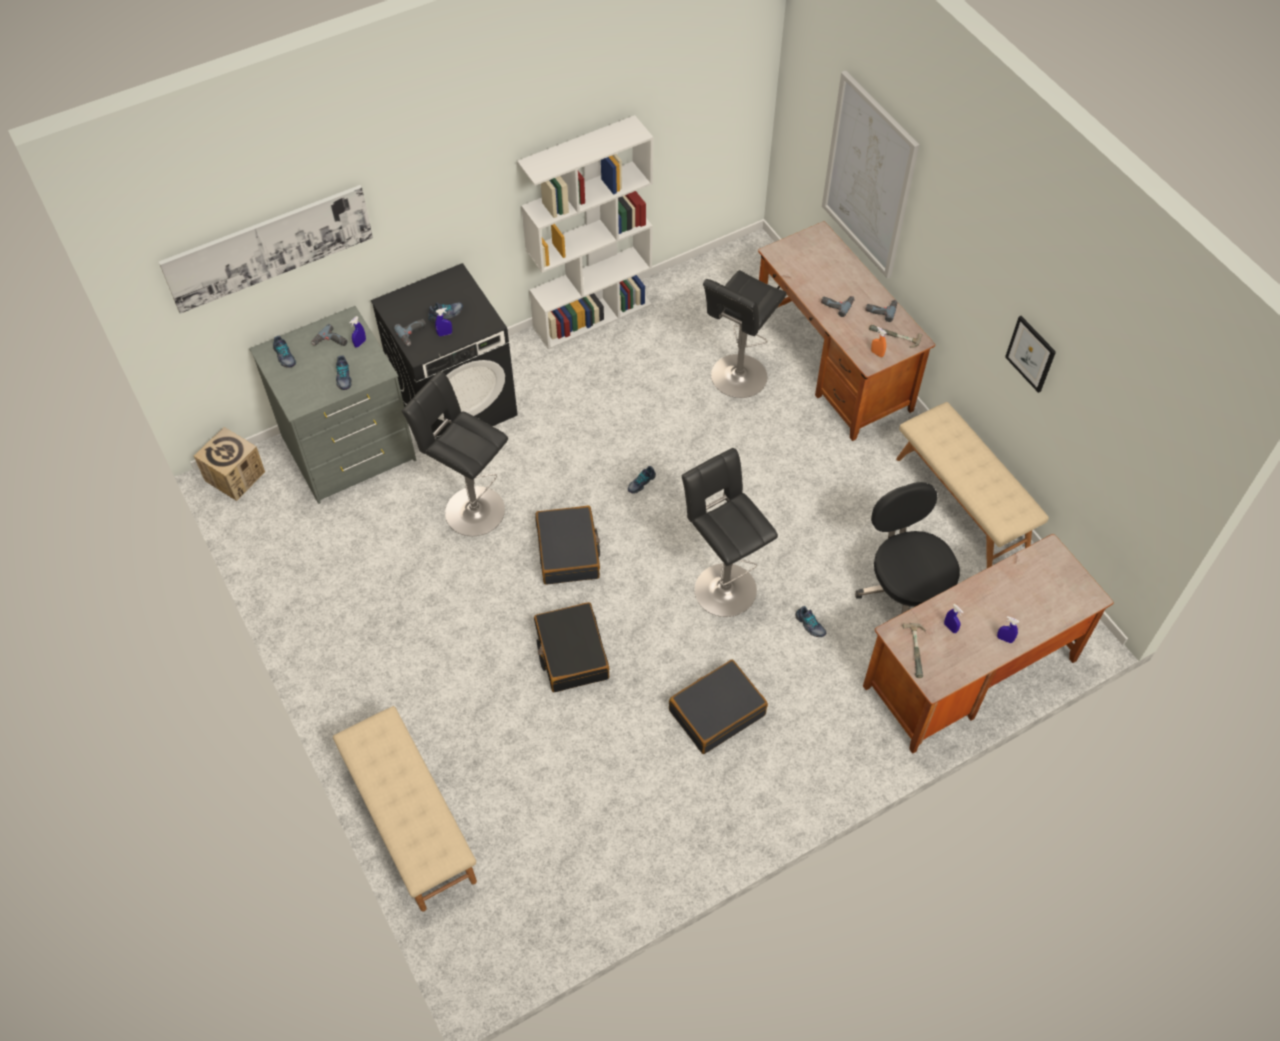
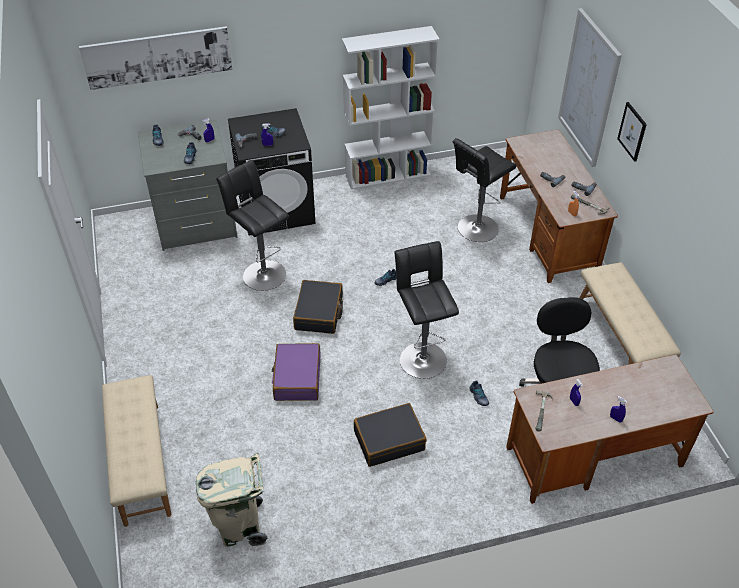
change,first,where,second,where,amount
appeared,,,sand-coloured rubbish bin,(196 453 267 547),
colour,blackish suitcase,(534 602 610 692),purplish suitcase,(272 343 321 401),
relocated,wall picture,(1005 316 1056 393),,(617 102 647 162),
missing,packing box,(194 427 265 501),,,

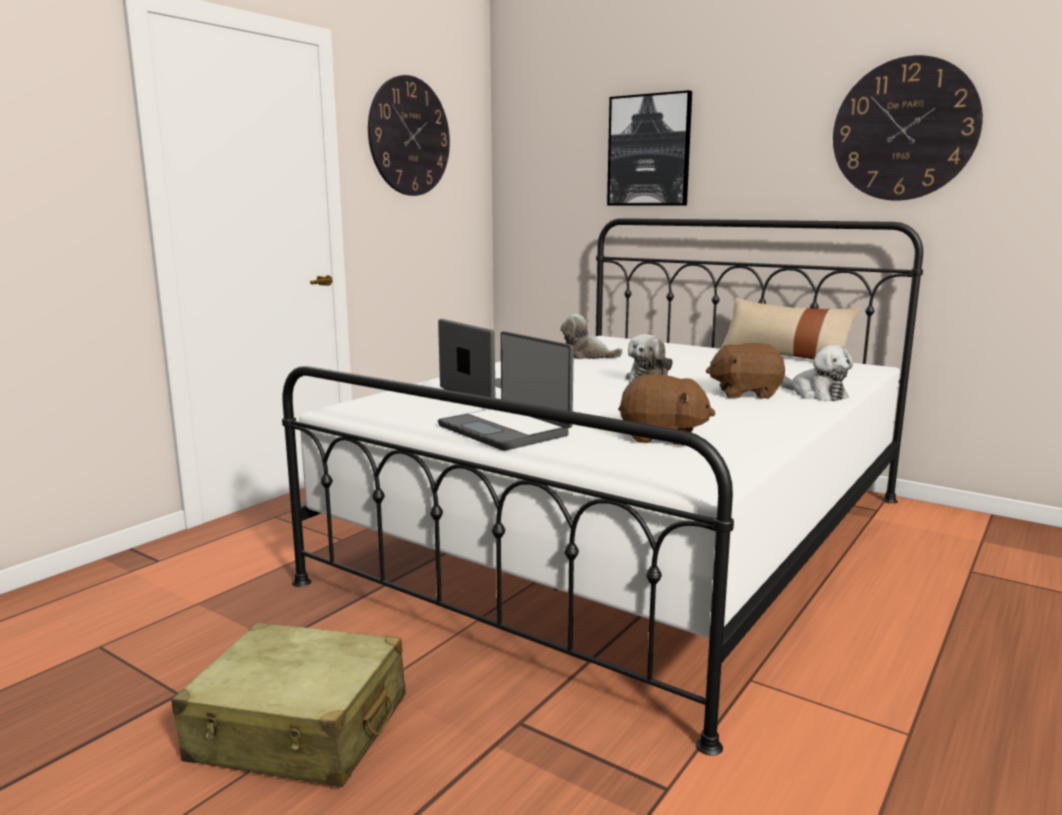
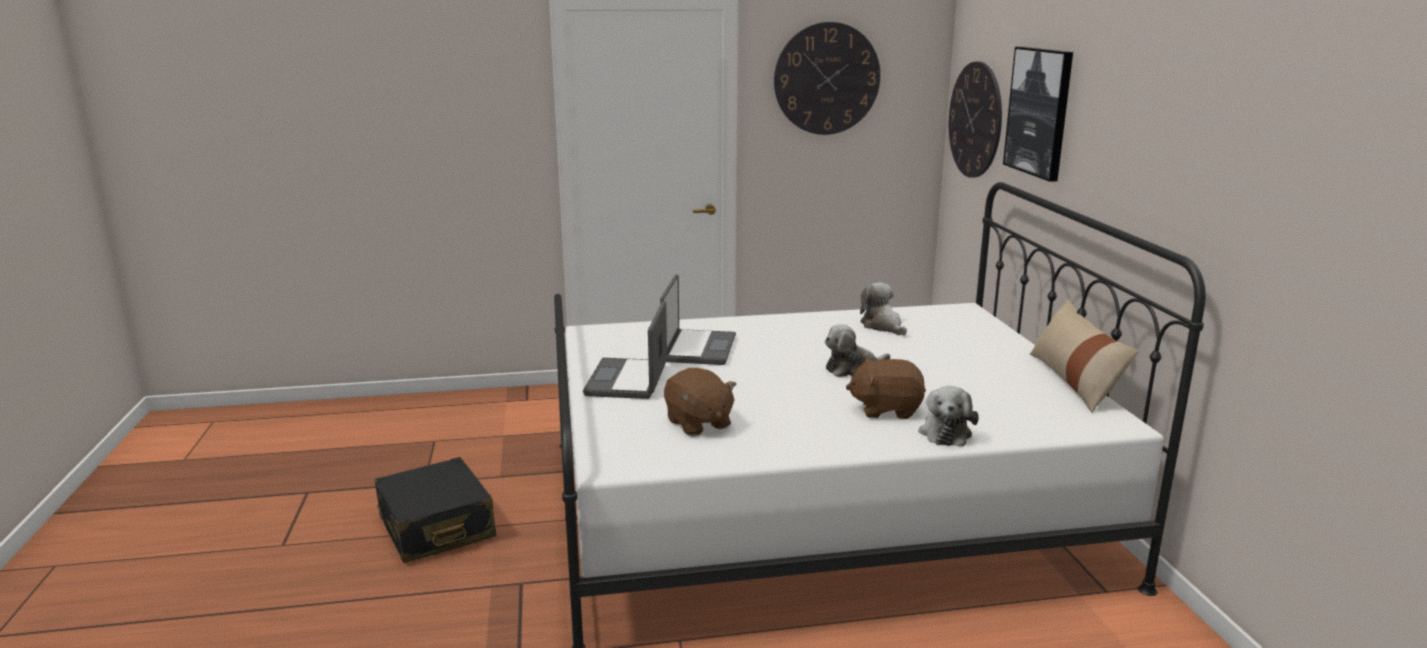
change,first,where,second,where,amount
colour,sand-coloured suitcase,(171 622 406 787),blackish suitcase,(374 457 496 563),
spun,brown plush toy,(706 343 785 399),,(846 357 926 419),45 degrees counterclockwise
relocated,wall clock,(833 55 983 201),,(949 62 1002 178),

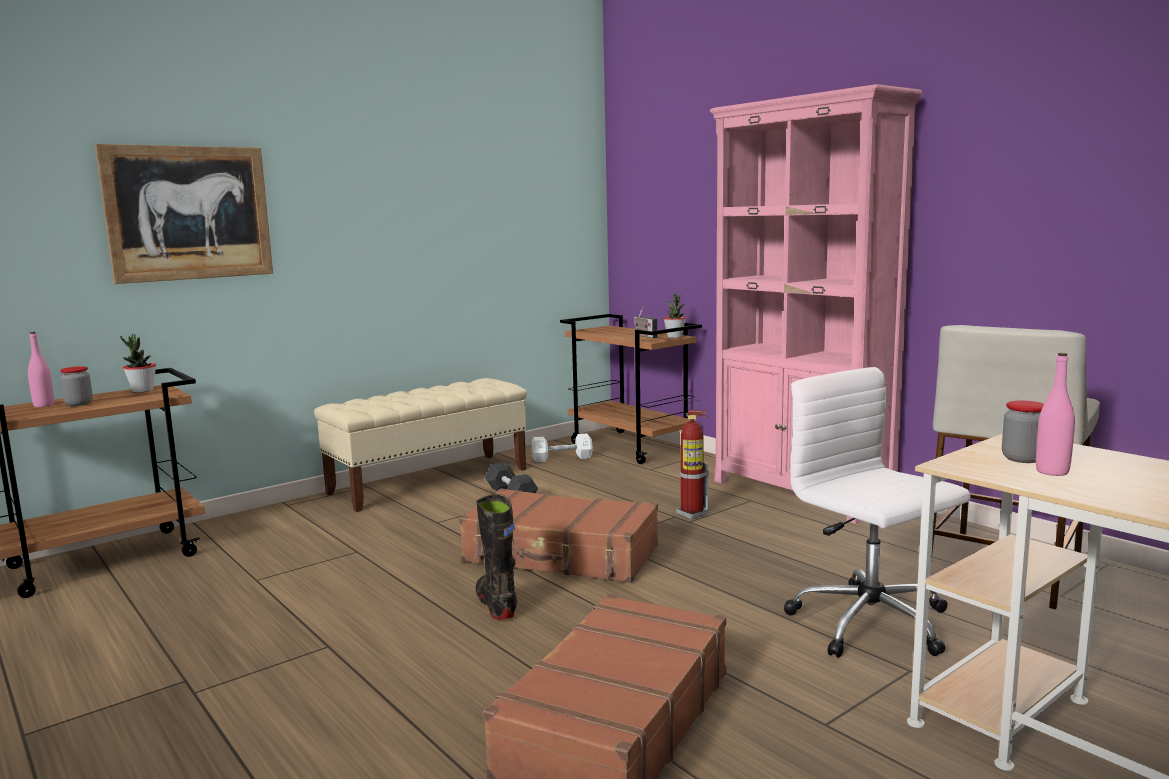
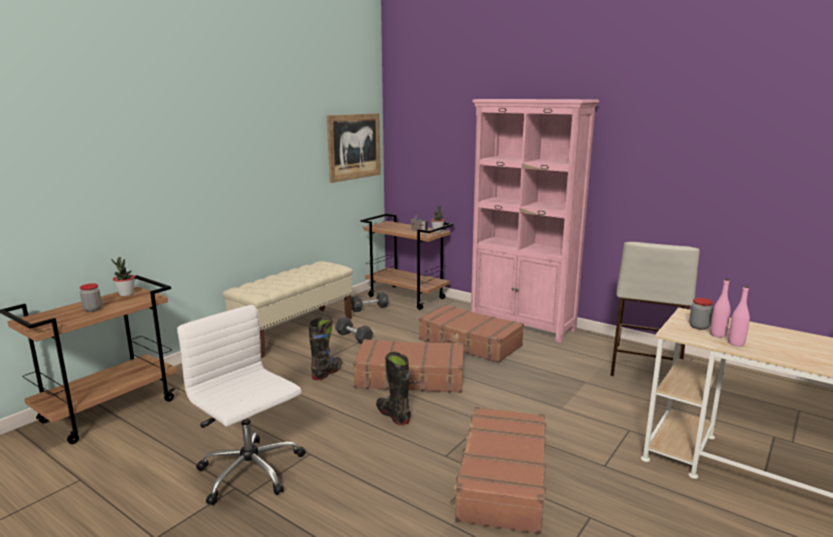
change,first,where,second,where,amount
relocated,white-coloured computer chair,(784 367 971 658),,(177 305 305 505),
appeared,,,blackish boot,(309 318 342 380),
relocated,wall picture,(95 144 273 284),,(327 113 381 183),
colour,white-coloured hand weight,(531 434 593 462),blackish hand weight,(351 292 389 312),
exchanged,fire extinguisher,(676 410 708 520),brown suitcase,(419 304 524 363),
relocated,pink-coloured beverage bottle,(28 332 54 407),,(728 286 750 347),

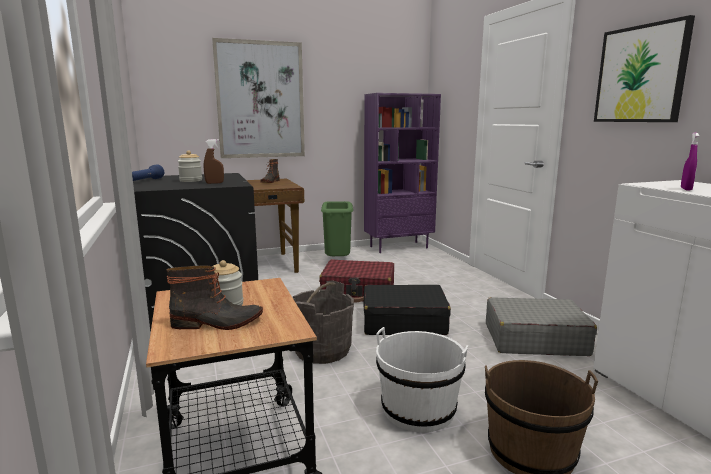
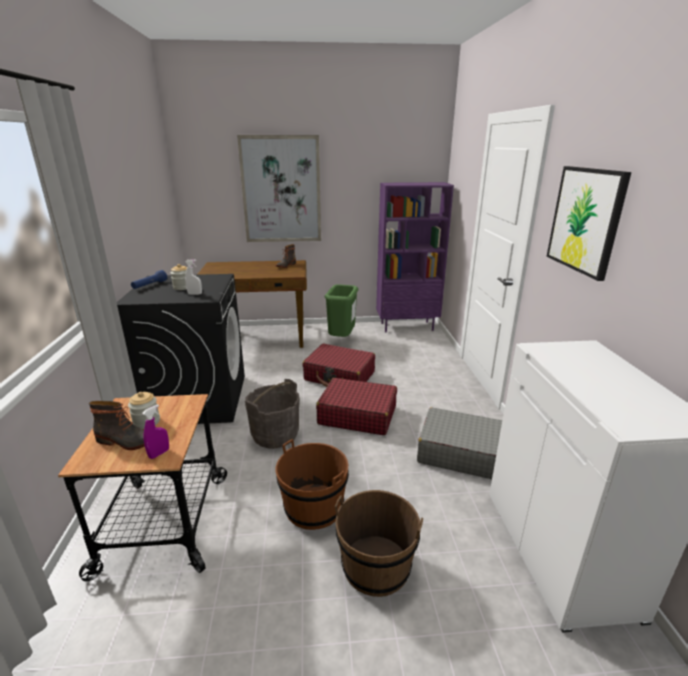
change,first,where,second,where,amount
relocated,purplish sprayer,(681 132 699 191),,(142 405 169 459),
colour,brown sprayer,(204 139 224 184),white-coloured sprayer,(185 260 202 295),
colour,white-coloured water bucket,(376 327 468 432),brown water bucket,(276 439 349 530),
colour,blackish suitcase,(364 285 451 335),red suitcase,(316 378 397 435),

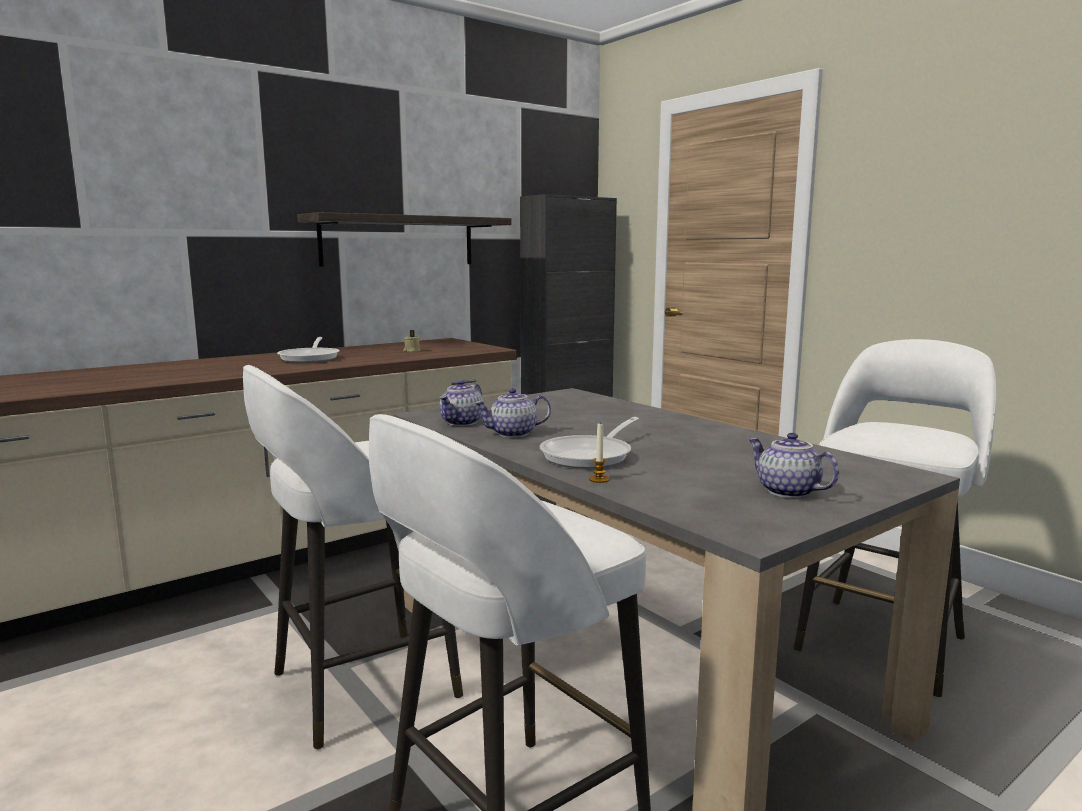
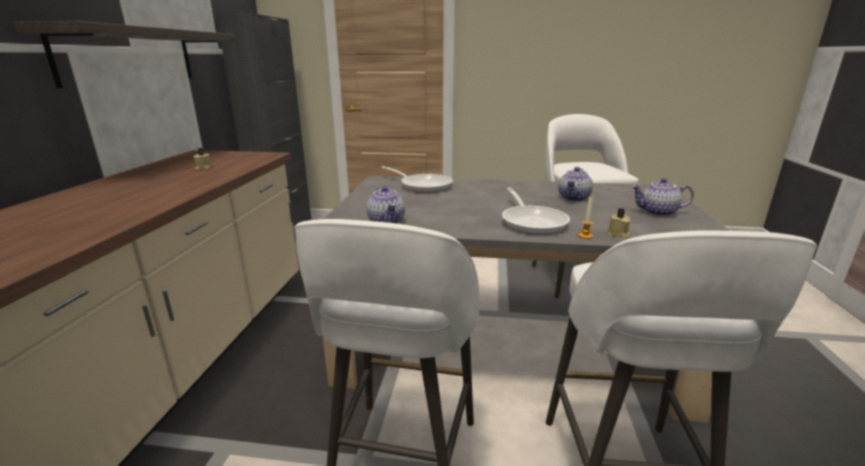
change,first,where,second,where,amount
relocated,pan,(277 337 340 363),,(381 166 453 192),
relocated,pot for tea,(475 388 551 438),,(558 167 593 201),
appeared,,,sand-coloured candle,(607 208 630 238),

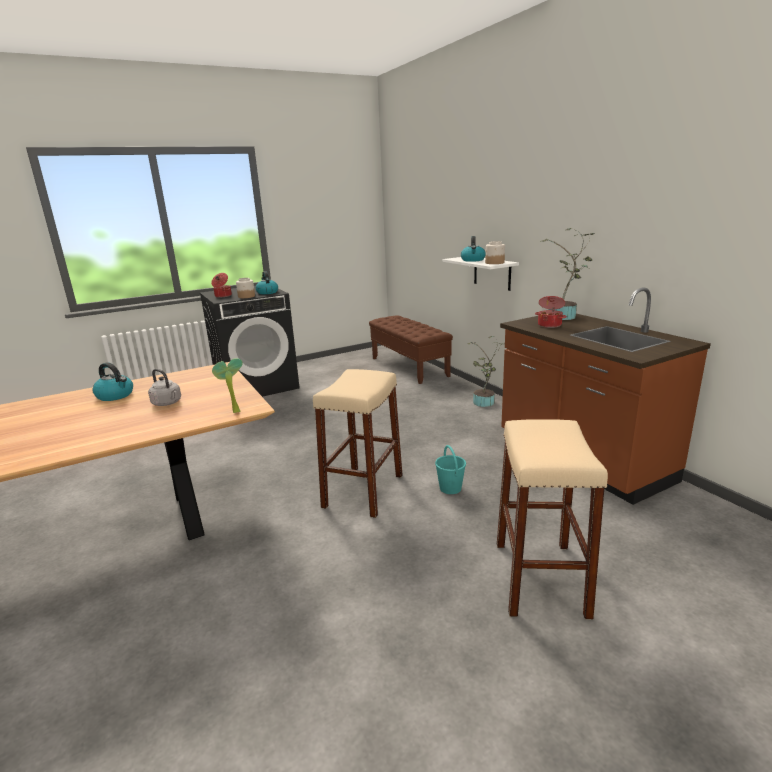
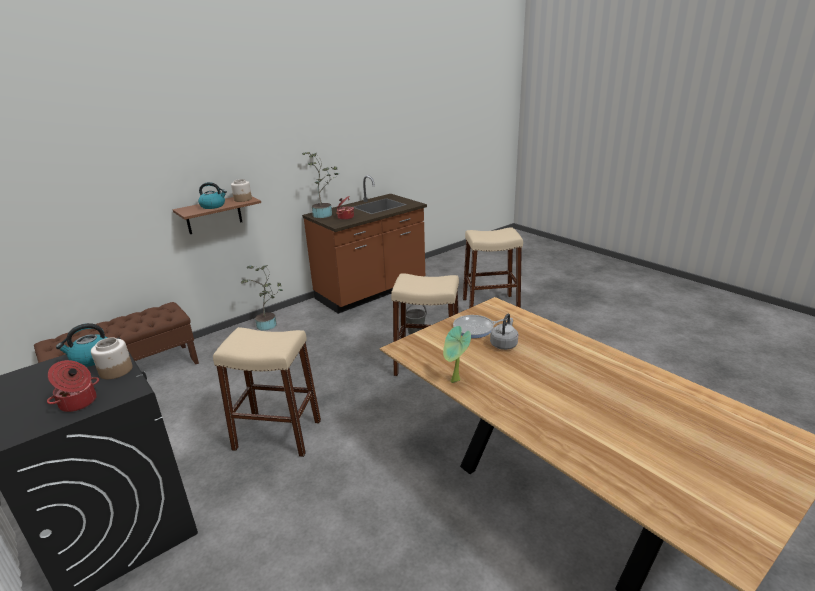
change,first,where,second,where,amount
colour,white-coloured wall shelf,(443 257 519 291),brown wall shelf,(173 197 261 234),
appeared,,,sand-coloured stool seat,(213 327 321 457),
colour,turquoise-coloured water bucket,(435 445 466 494),grey water bucket,(406 304 427 334),
relocated,potted plant,(212 359 243 413),,(443 326 471 383),
appeared,,,pan,(453 315 513 338),
missing,water kettle,(92 362 133 401),,,

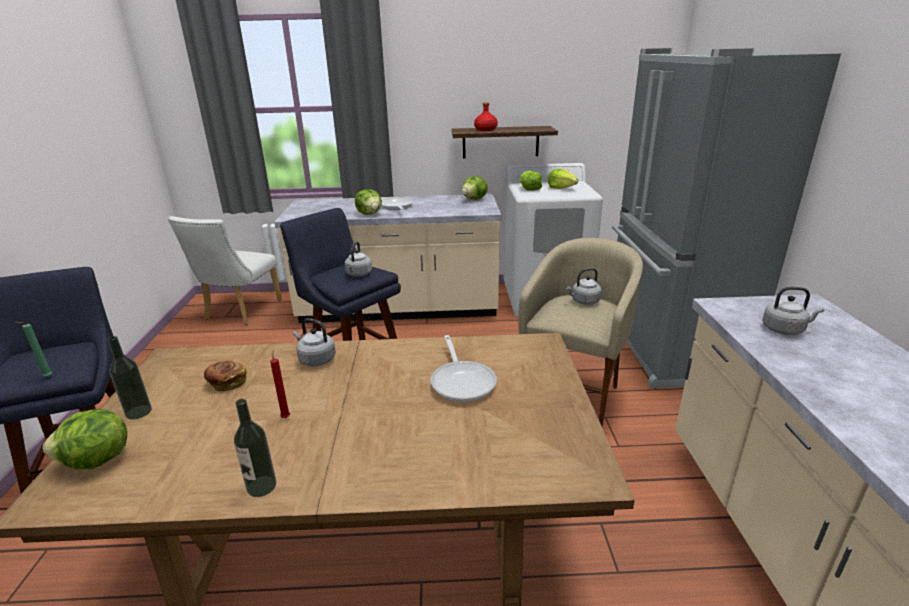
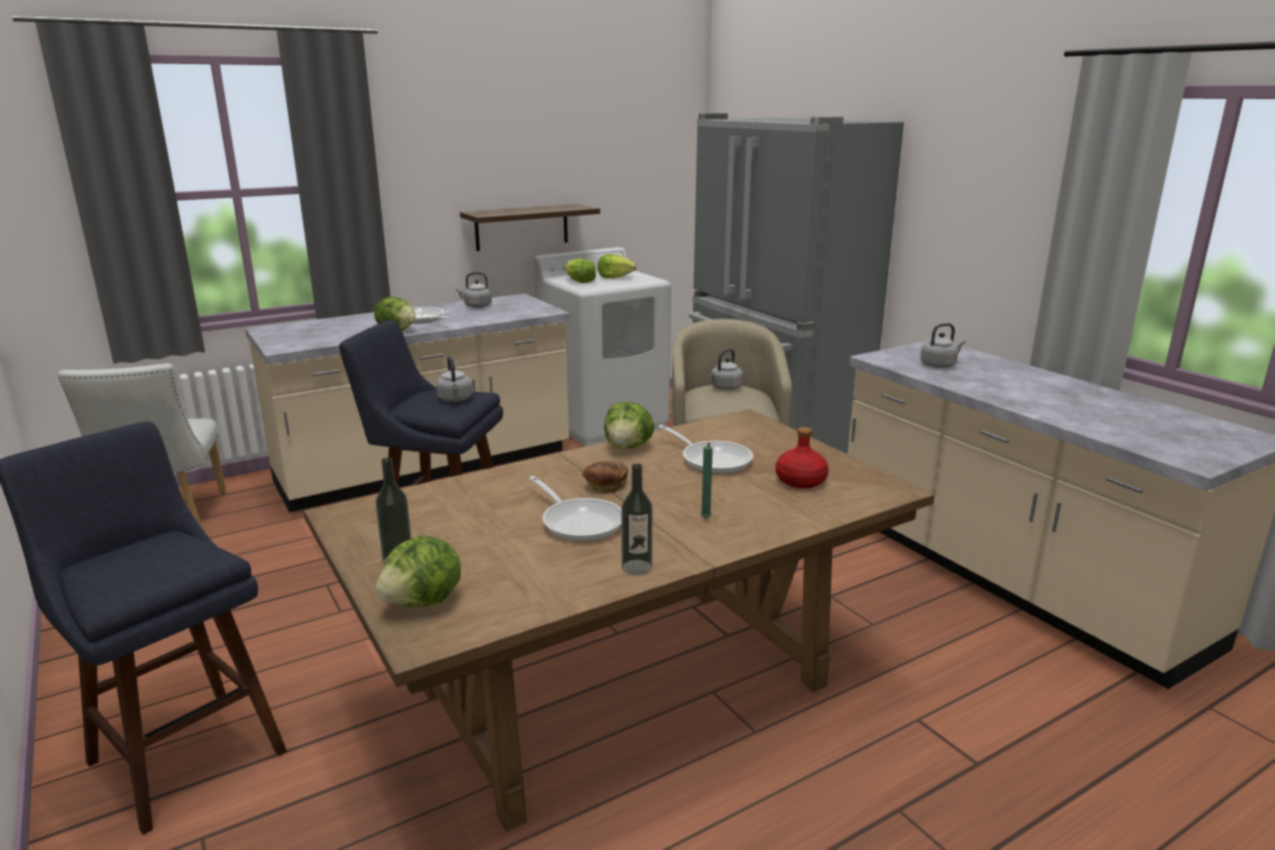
change,first,where,second,where,amount
relocated,grey water kettle,(293 318 336 366),,(456 272 492 308),
exchanged,red candle,(270 349 290 418),pan,(529 476 621 542),
relocated,bakery bread,(204 361 247 392),,(583 461 628 493),
relocated,head of lettuce,(462 176 488 200),,(604 402 654 449),
relocated,greenish candle,(15 322 52 377),,(701 442 713 519),
relocated,red beverage bottle,(474 102 498 131),,(775 427 829 489),

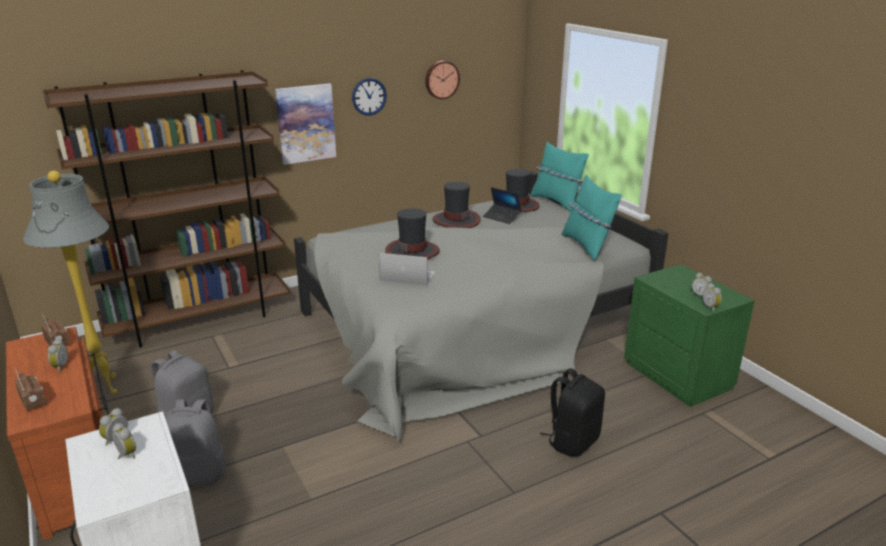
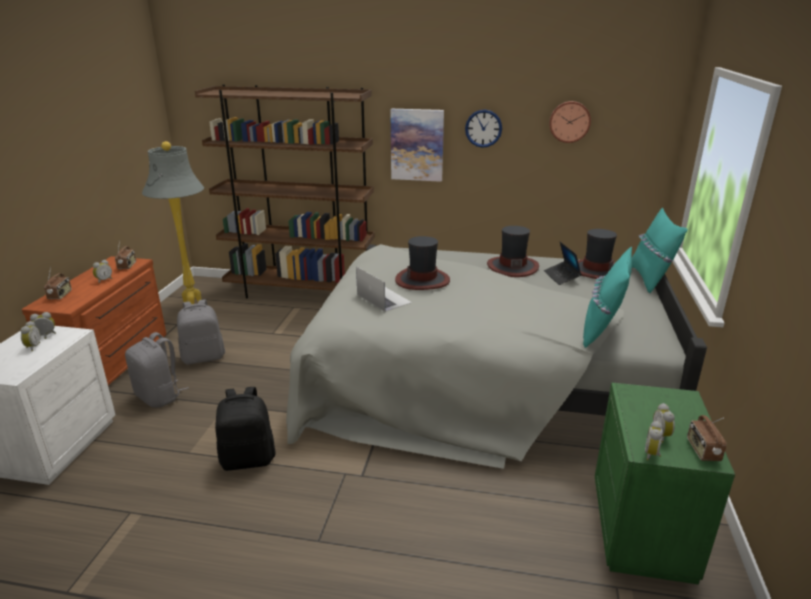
change,first,where,second,where,amount
relocated,blackish knapsack,(540 368 605 457),,(215 387 276 471),
appeared,,,radio set,(687 415 727 461),

